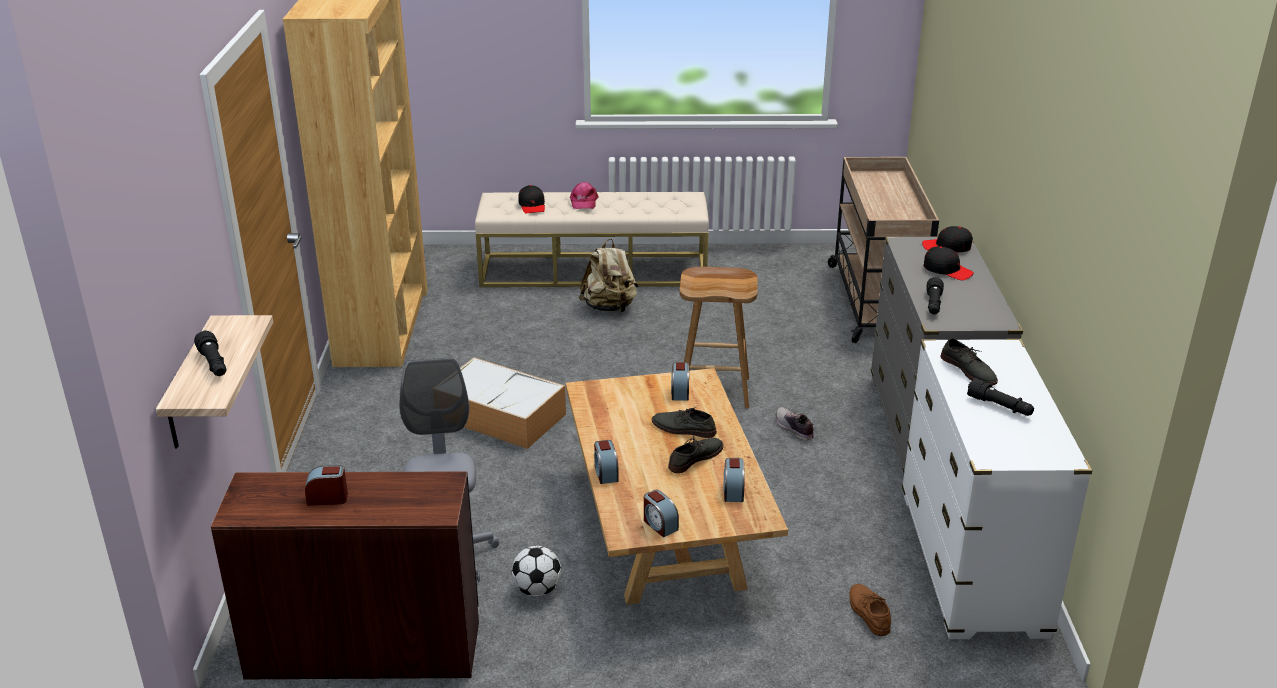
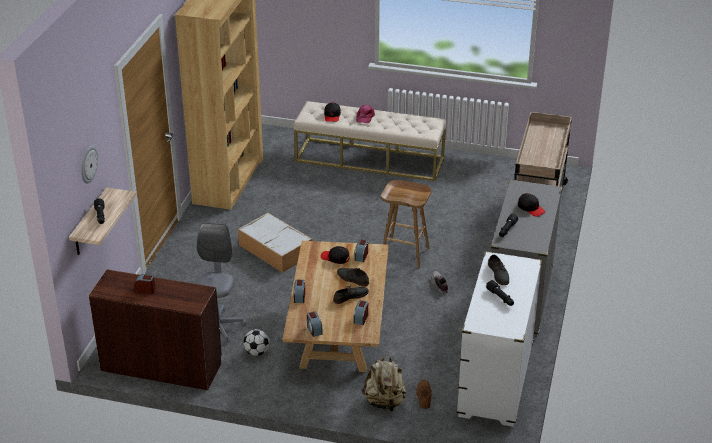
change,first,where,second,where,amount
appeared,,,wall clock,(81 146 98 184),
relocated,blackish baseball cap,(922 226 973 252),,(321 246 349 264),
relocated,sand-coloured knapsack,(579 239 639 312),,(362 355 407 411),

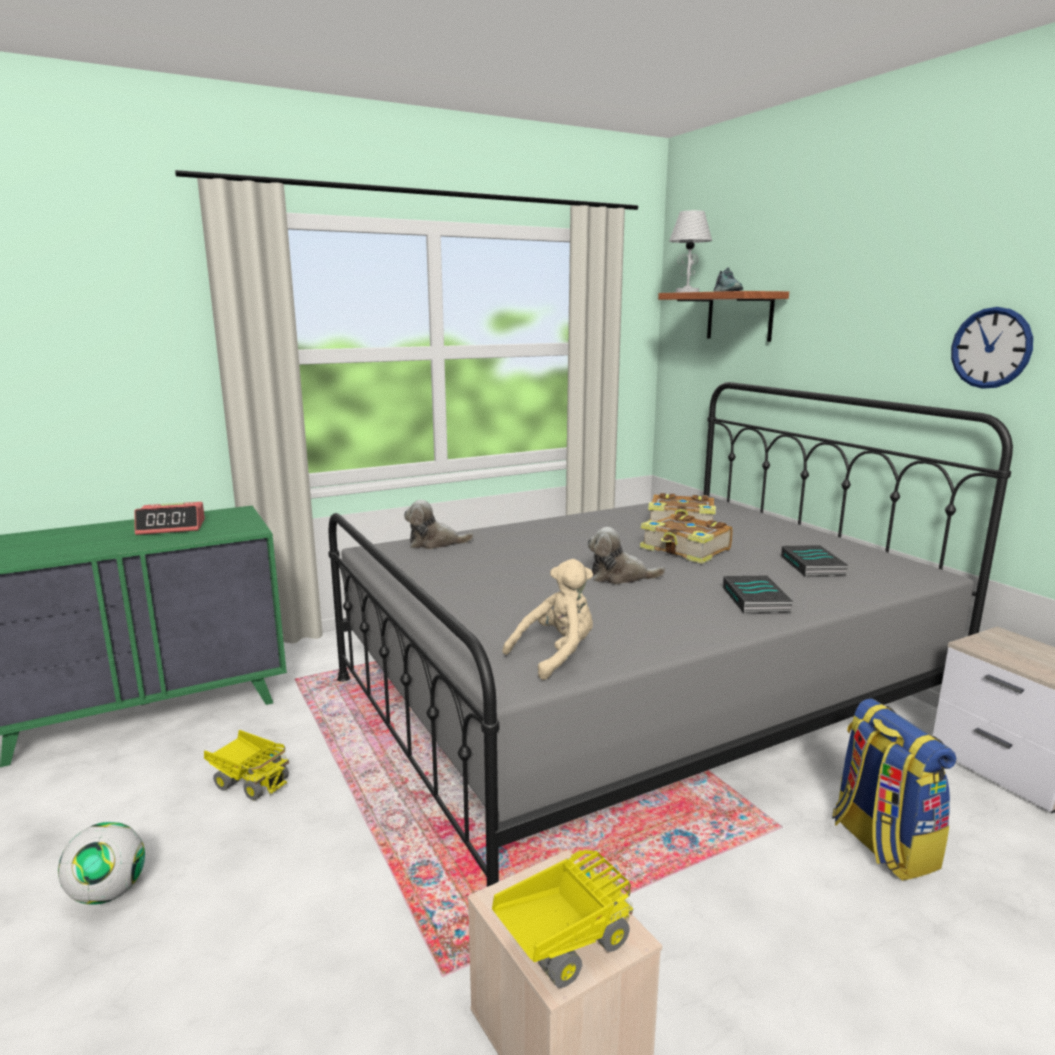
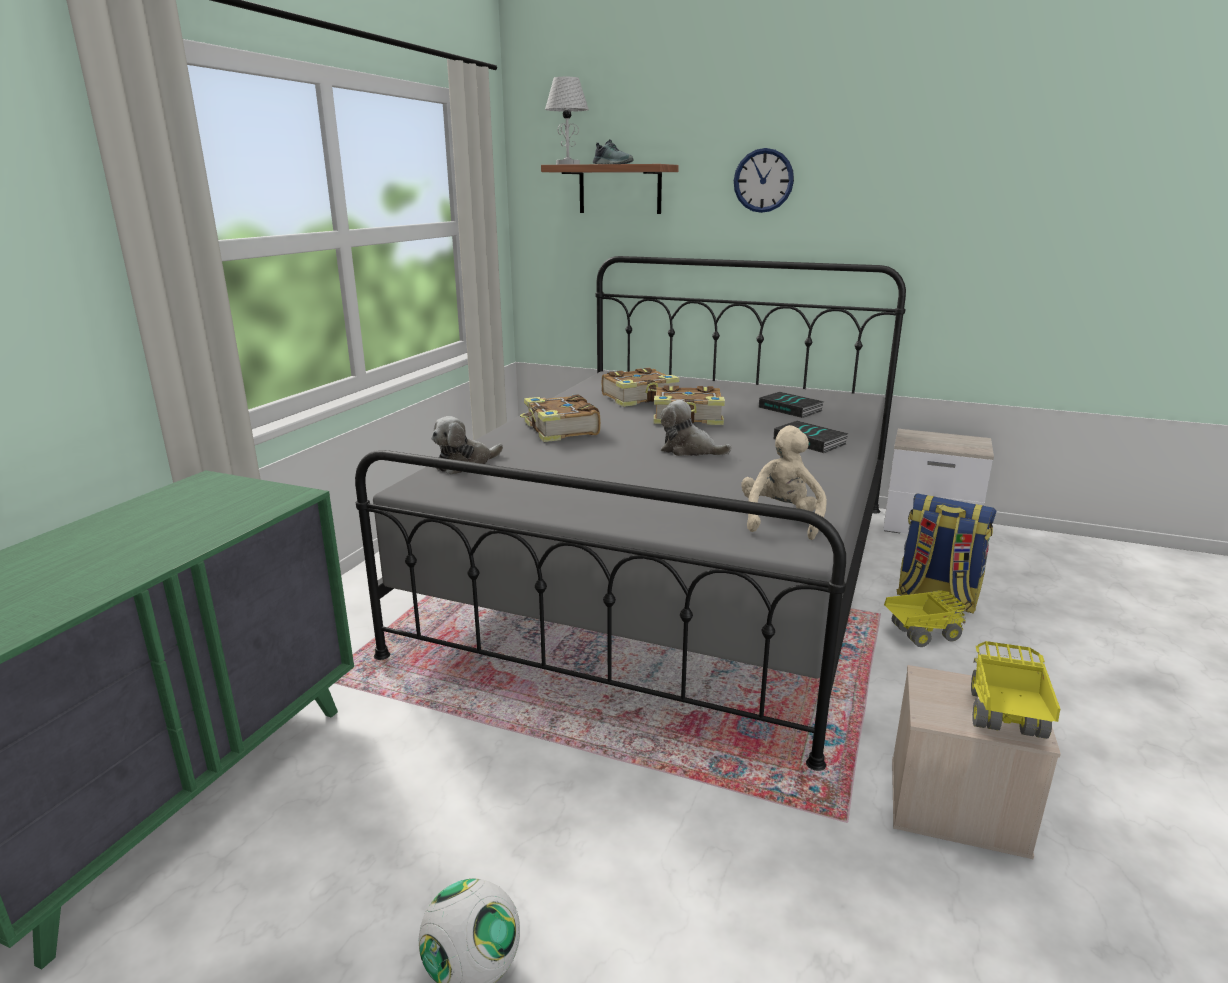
change,first,where,second,where,amount
appeared,,,bound book,(520 394 601 442),
spun,plush toy,(587 527 666 585),,(660 400 732 456),60 degrees clockwise
relocated,wall clock,(951 307 1033 389),,(734 148 794 213),
relocated,toy lorry,(204 730 289 801),,(884 590 967 647),
missing,bedside clock,(134 502 205 535),,,

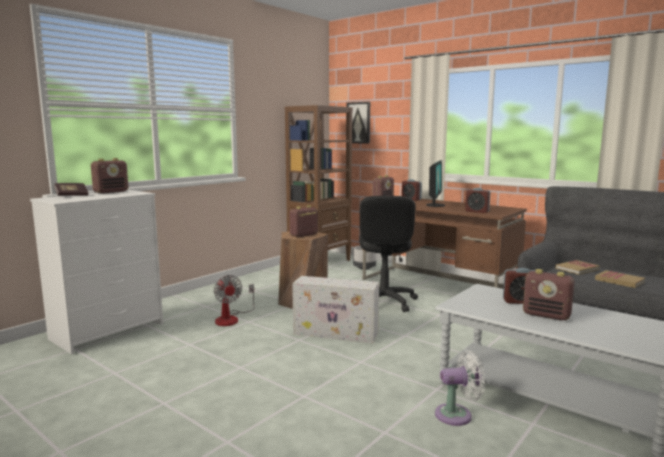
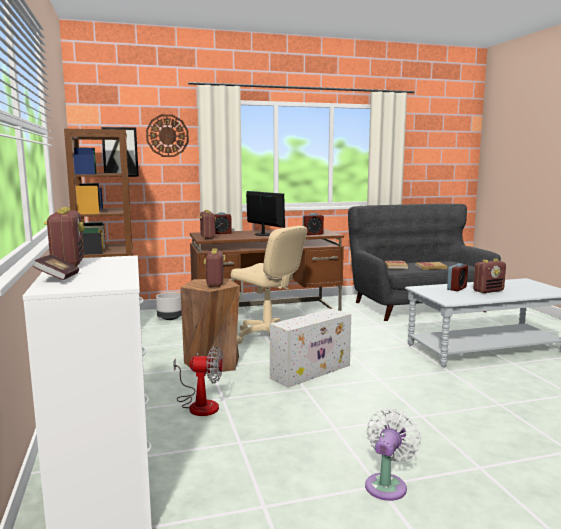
change,first,where,second,where,amount
appeared,,,wall clock,(146 114 189 157),
colour,blackish computer chair,(359 196 418 312),sand-coloured computer chair,(231 226 307 344),
relocated,white-coloured cooling fan,(435 351 485 426),,(365 409 421 501),

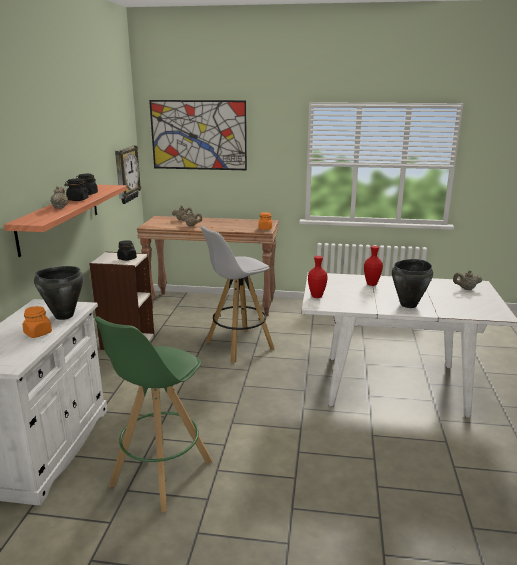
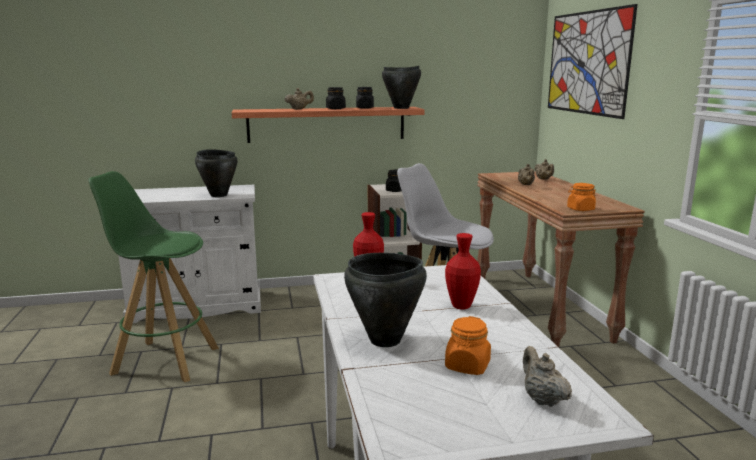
change,first,where,second,where,amount
appeared,,,blackish saucepot,(382 66 421 109),
relocated,orange storage jar,(22 306 52 338),,(445 316 491 375),
missing,wall clock,(115 146 141 204),,,

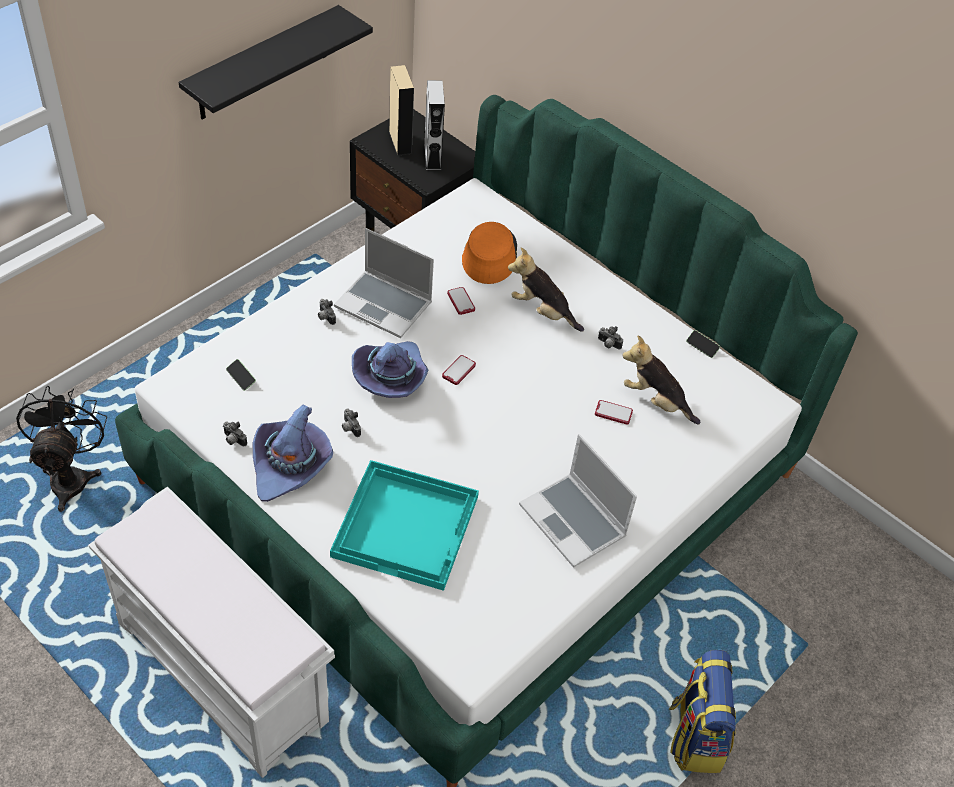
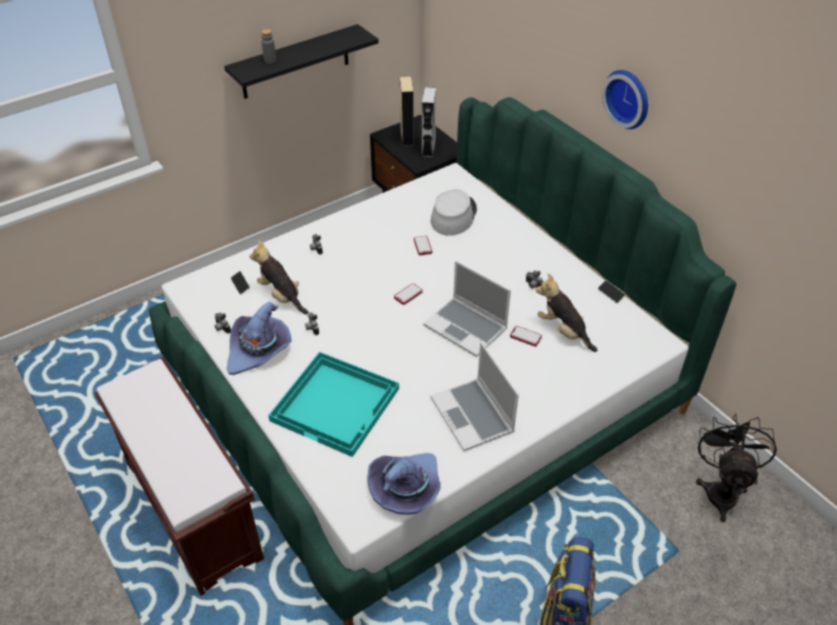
change,first,where,second,where,amount
colour,white-coloured long seat,(88 487 335 778),brown long seat,(94 357 264 596),
relocated,plush toy,(508 247 584 332),,(249 240 309 315),
appeared,,,grey beverage bottle,(261 29 276 64),
relocated,purplish clothing hat,(352 341 428 398),,(367 453 441 515),
relocated,notebook computer,(334 228 434 338),,(423 261 511 357),
colour,orange clothing hat,(462 222 517 284),grey clothing hat,(431 189 477 236),
appeared,,,wall clock,(602 70 648 129),
relocated,blackish cooling fan,(16 386 107 512),,(696 413 777 522),

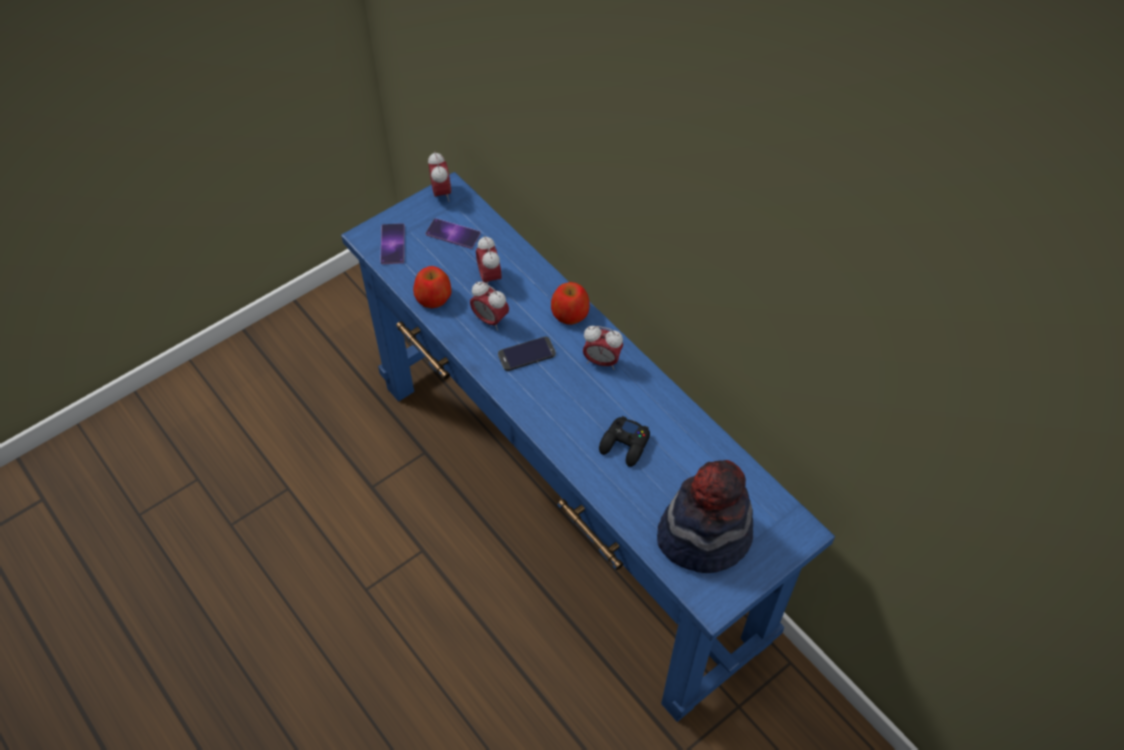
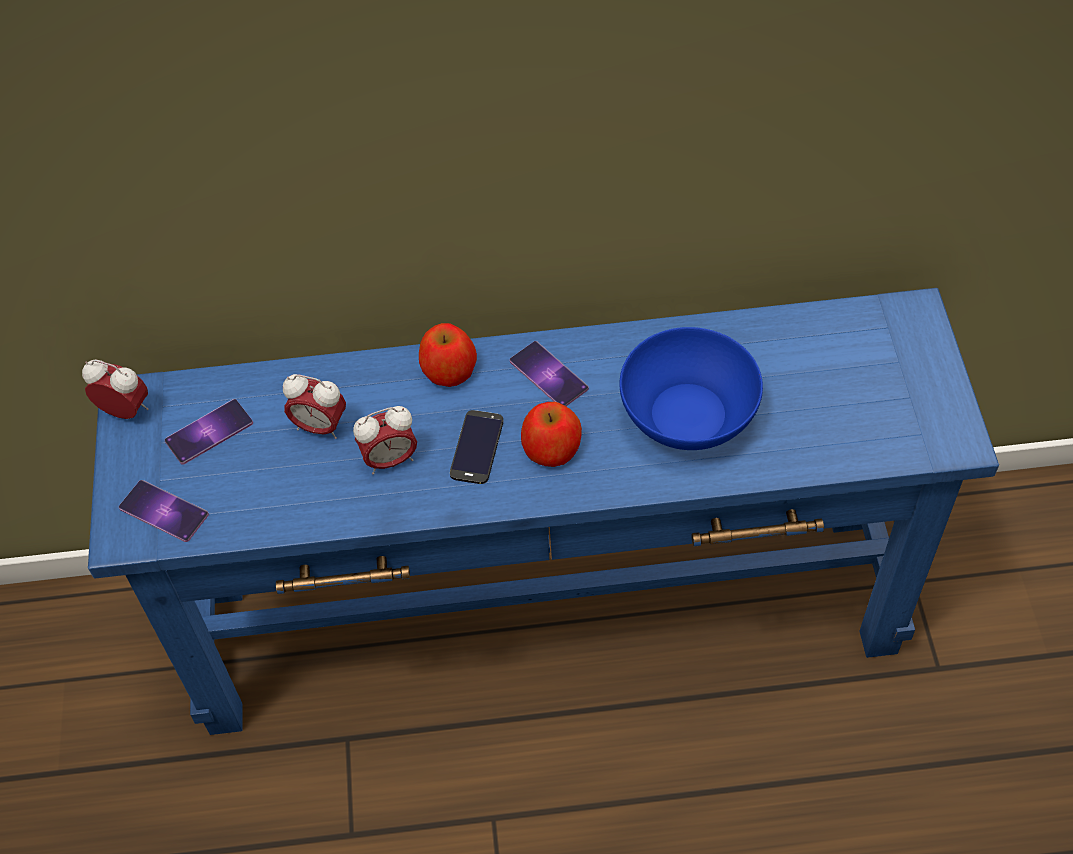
change,first,where,second,where,amount
exchanged,bedside clock,(583 326 623 370),handset,(510 341 589 406),
relocated,apple,(413 266 452 308),,(521 402 582 467),
exchanged,blackish game controller,(599 416 650 467),blue-coloured serving bowl,(619 327 763 450),
missing,clothing hat,(657 460 753 573),,,

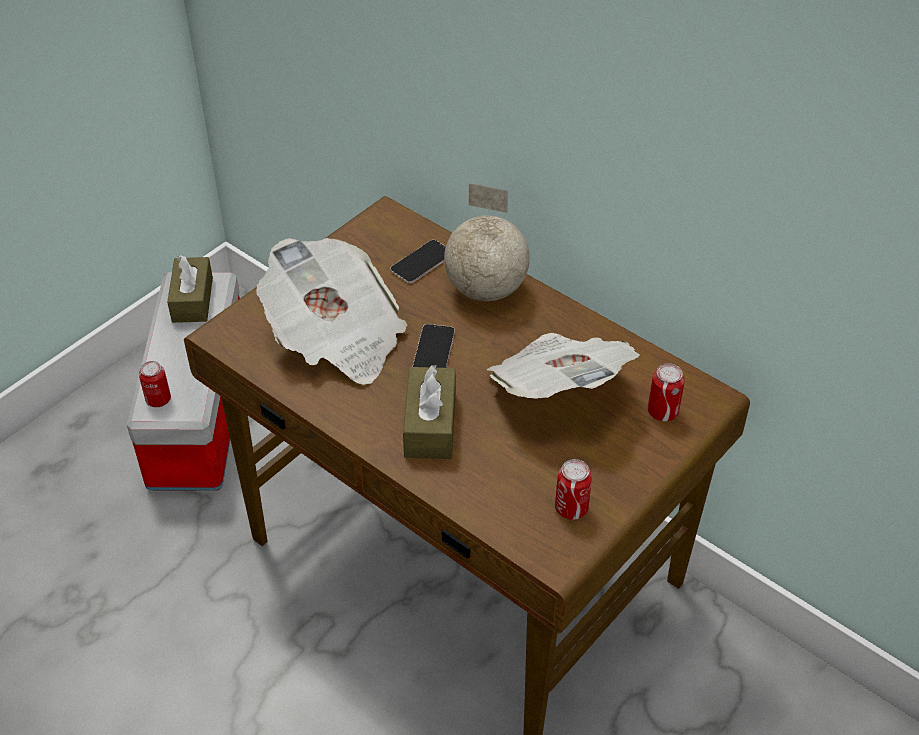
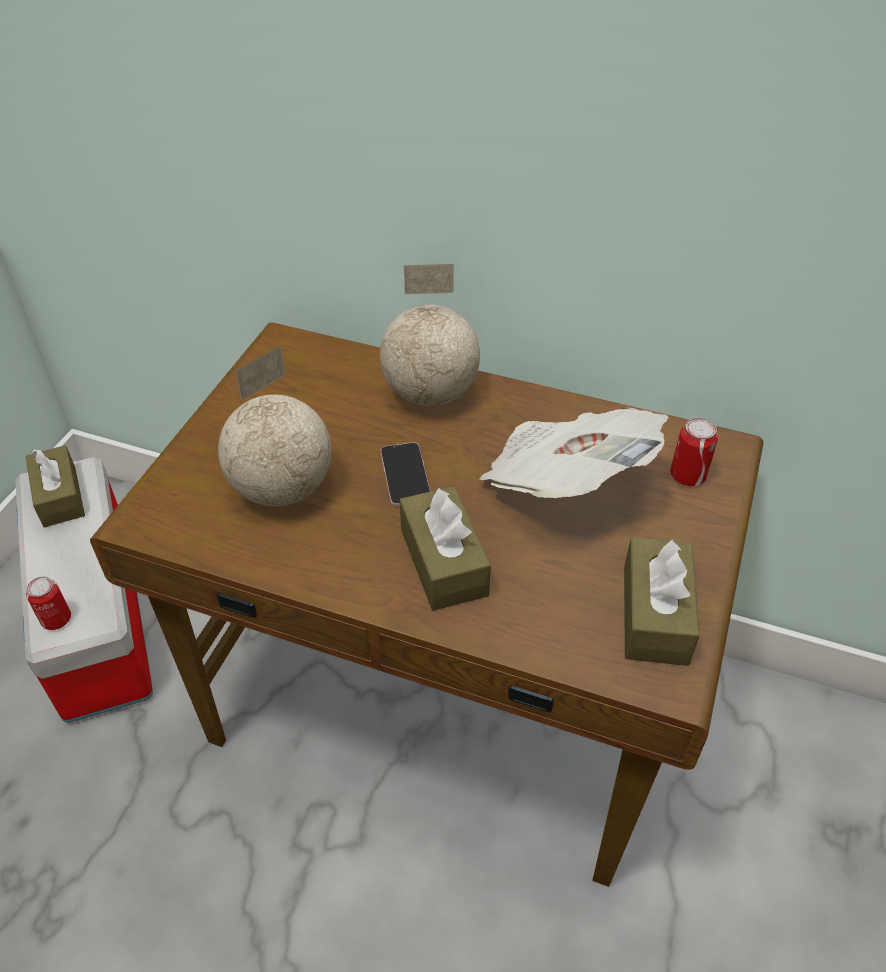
change,first,where,second,where,amount
exchanged,daily paper,(256 238 407 385),desk globe,(218 345 331 506),
exchanged,sealed can,(555 459 592 520),brown tissue box,(624 537 699 666),
missing,handset,(390 240 446 284),,,

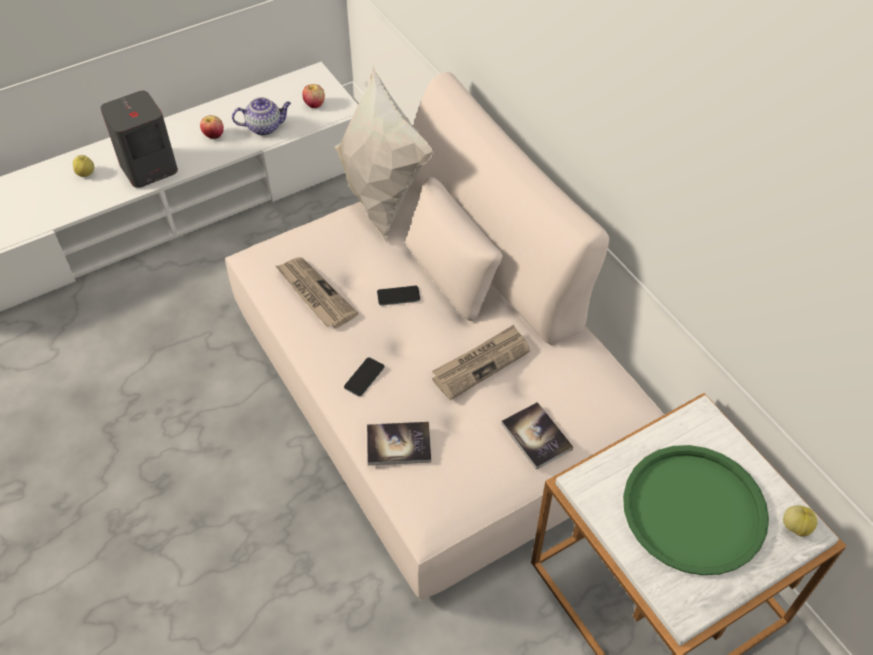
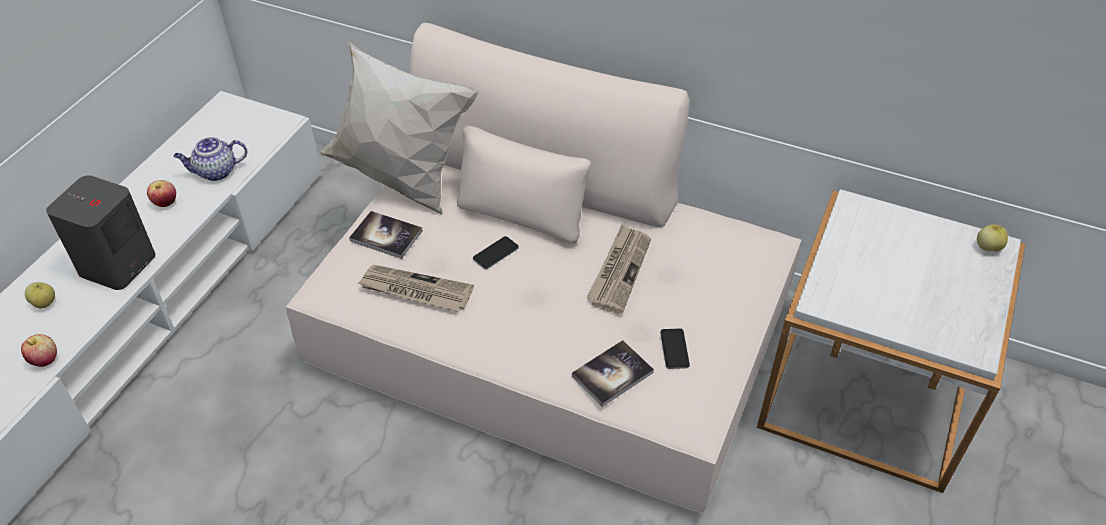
change,first,where,second,where,amount
relocated,apple,(302 84 325 108),,(21 334 57 367),
spun,pot for tea,(232 97 291 135),,(173 137 247 181),150 degrees counterclockwise
relocated,bound book,(501 402 573 470),,(349 211 423 259),
relocated,handset,(344 357 384 397),,(660 328 690 369),
missing,greenish tray,(623 445 769 575),,,

